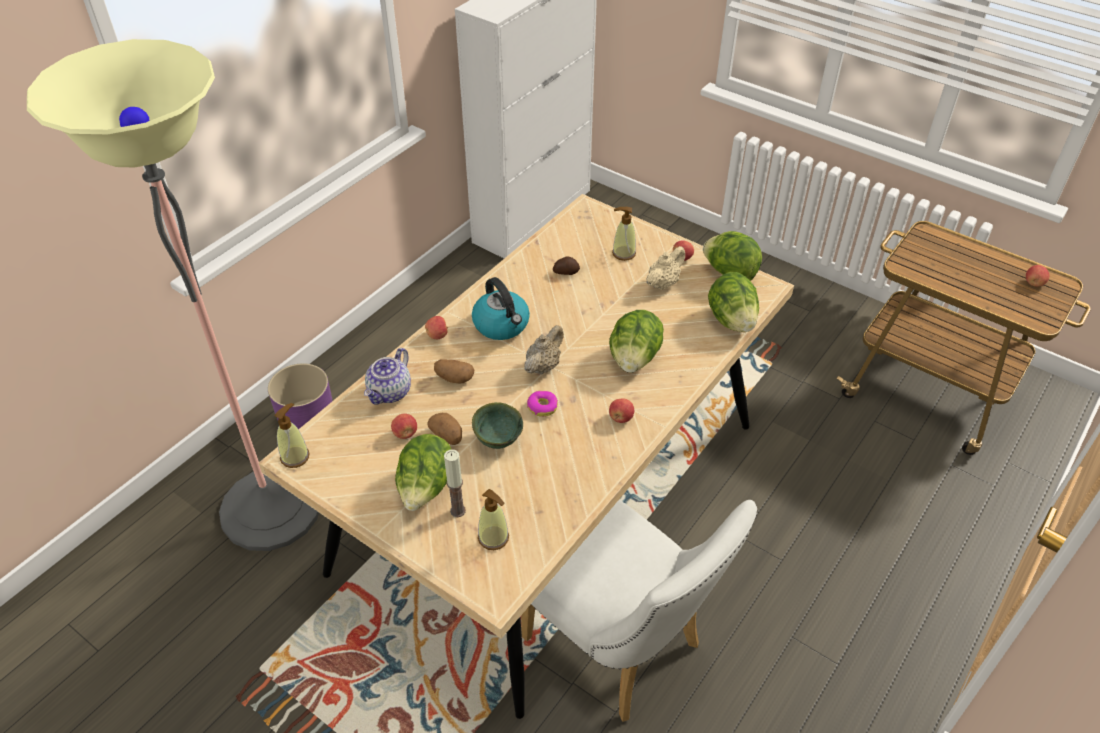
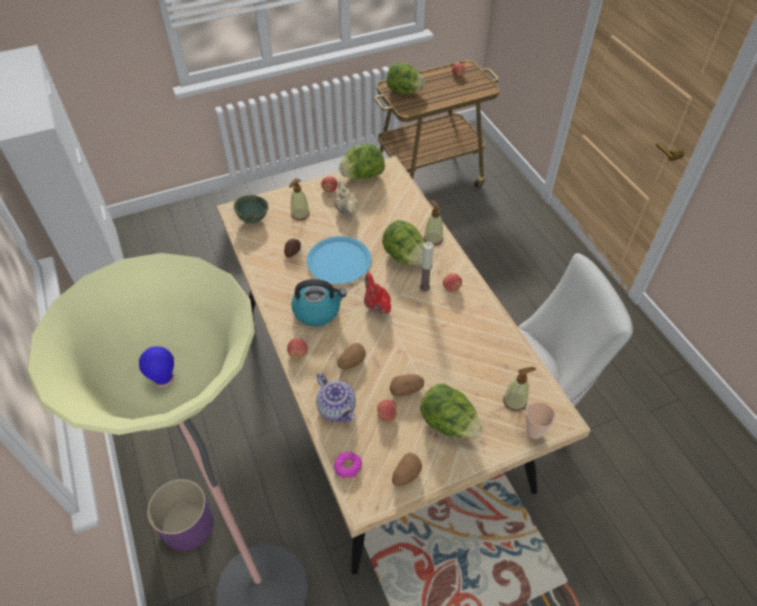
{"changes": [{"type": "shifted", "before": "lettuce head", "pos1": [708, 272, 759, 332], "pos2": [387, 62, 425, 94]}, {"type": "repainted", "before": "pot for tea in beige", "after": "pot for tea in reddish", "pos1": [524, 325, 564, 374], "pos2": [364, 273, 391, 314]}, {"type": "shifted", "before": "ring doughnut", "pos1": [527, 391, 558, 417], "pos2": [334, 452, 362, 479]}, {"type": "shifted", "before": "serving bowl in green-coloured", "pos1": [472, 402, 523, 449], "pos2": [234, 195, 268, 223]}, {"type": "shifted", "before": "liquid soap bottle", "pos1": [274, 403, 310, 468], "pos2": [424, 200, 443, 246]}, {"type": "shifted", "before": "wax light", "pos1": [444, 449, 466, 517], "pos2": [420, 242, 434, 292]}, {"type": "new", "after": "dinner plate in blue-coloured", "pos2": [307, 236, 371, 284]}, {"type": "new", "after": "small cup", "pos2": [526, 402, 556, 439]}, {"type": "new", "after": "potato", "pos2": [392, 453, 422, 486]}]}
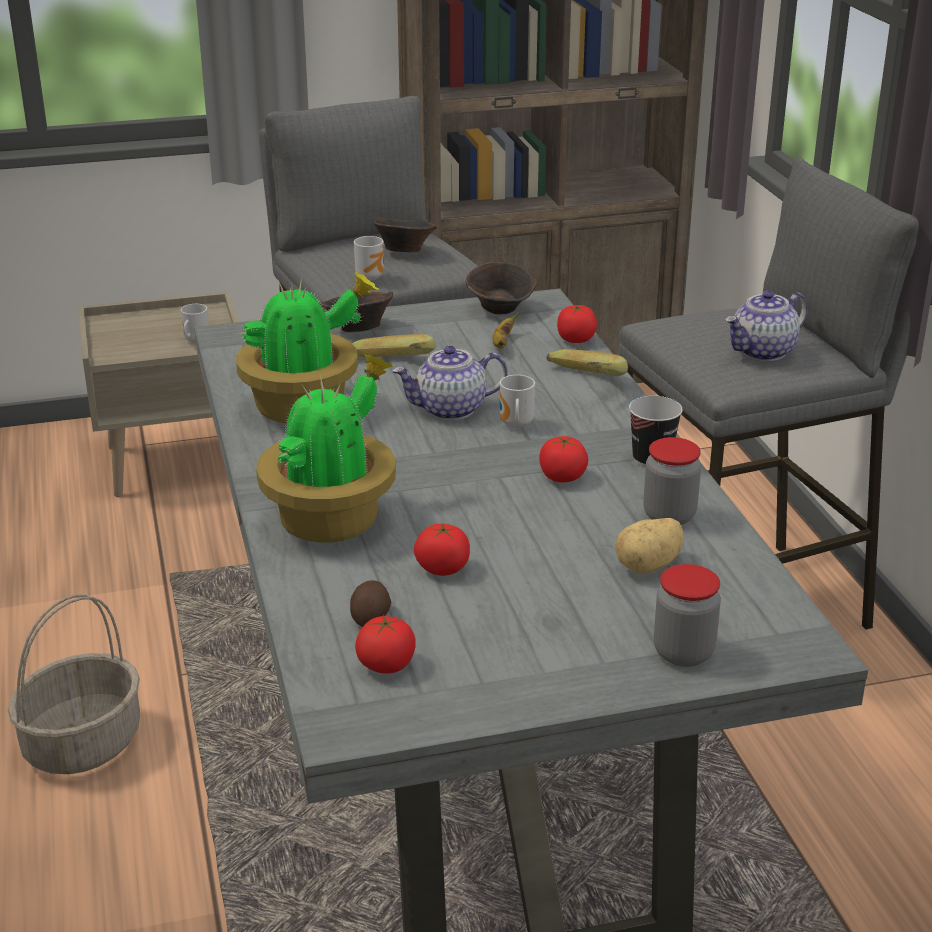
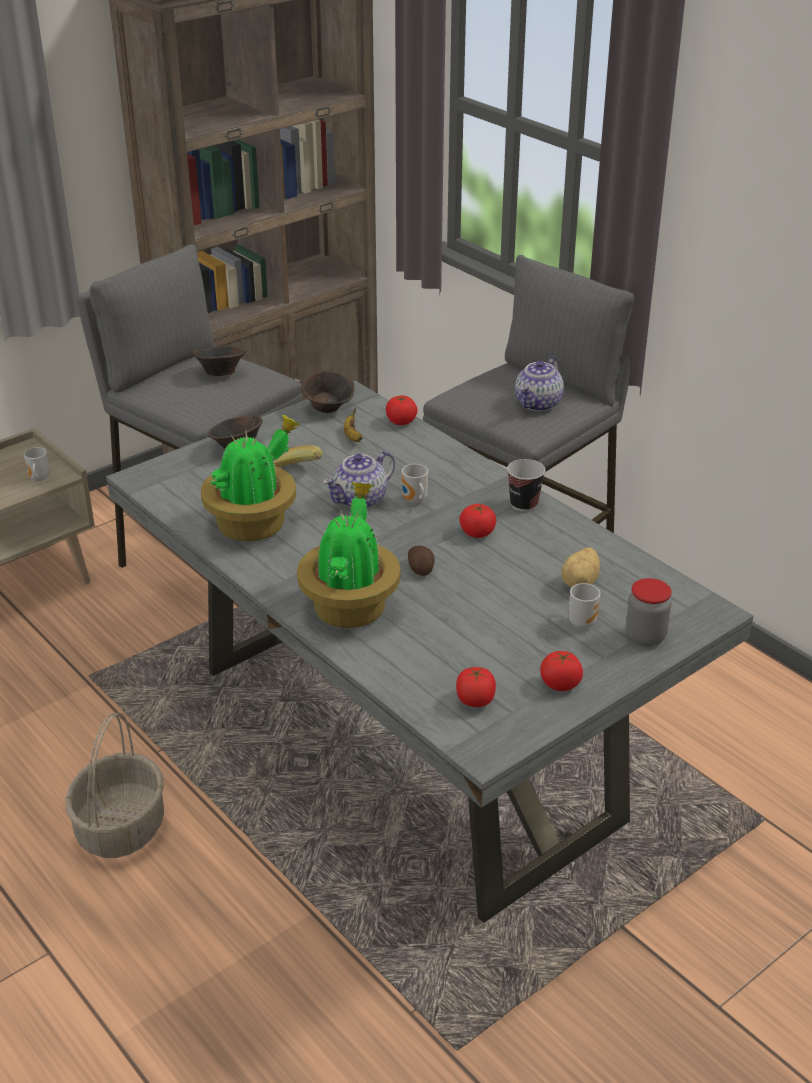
{"changes": [{"type": "shifted", "before": "tea mug", "pos1": [354, 236, 384, 281], "pos2": [569, 583, 600, 629]}, {"type": "gone", "before": "banana", "pos1": [546, 349, 628, 376]}, {"type": "gone", "before": "storage jar", "pos1": [643, 437, 701, 525]}, {"type": "shifted", "before": "whole tomato", "pos1": [414, 523, 470, 576], "pos2": [540, 651, 583, 691]}, {"type": "shifted", "before": "potato", "pos1": [350, 580, 391, 627], "pos2": [408, 546, 435, 576]}]}
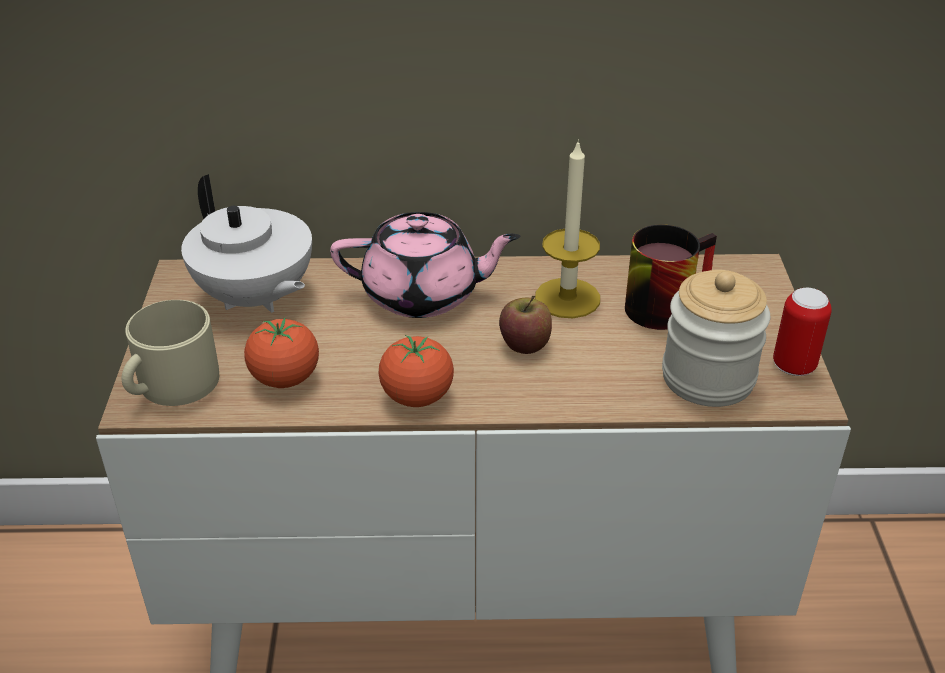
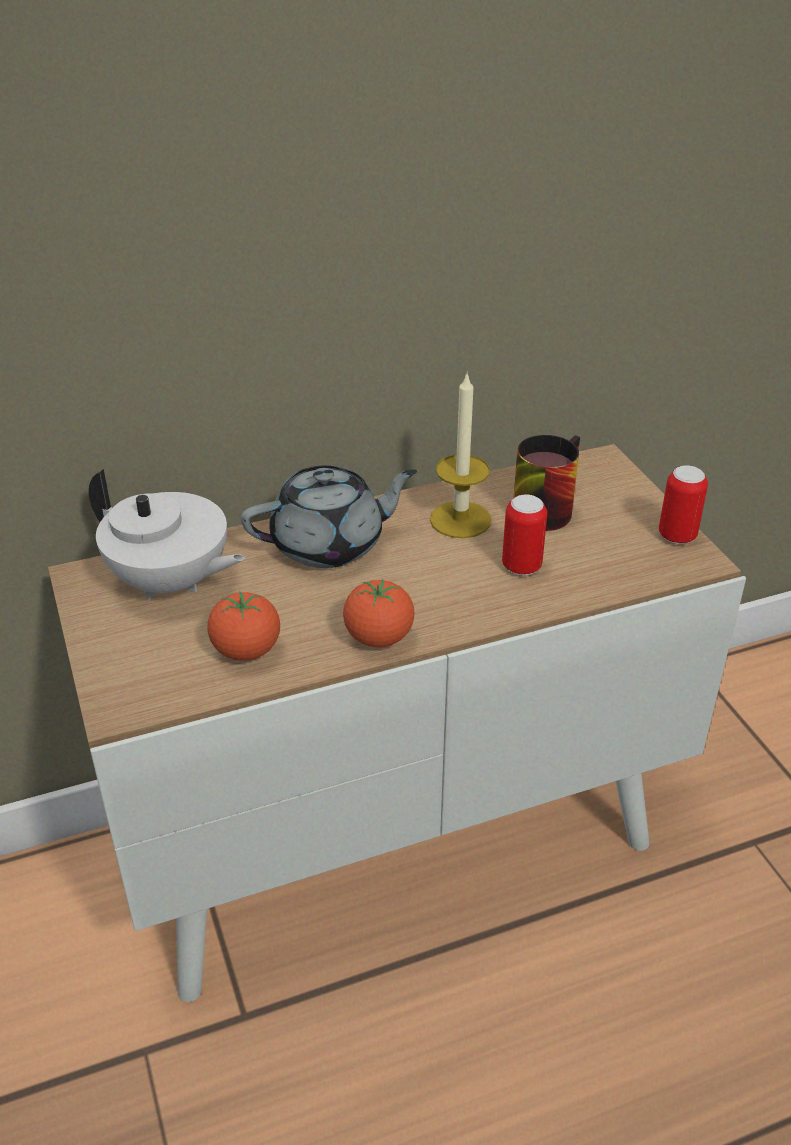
{"changes": [{"type": "repainted", "before": "pot for tea in pink", "after": "pot for tea in gray", "pos1": [330, 212, 520, 318], "pos2": [241, 465, 417, 568]}, {"type": "gone", "before": "storage jar", "pos1": [662, 270, 770, 407]}, {"type": "gone", "before": "apple", "pos1": [499, 296, 552, 354]}, {"type": "gone", "before": "tea mug in beige", "pos1": [122, 300, 219, 406]}, {"type": "new", "after": "sealed can", "pos2": [502, 495, 547, 576]}]}
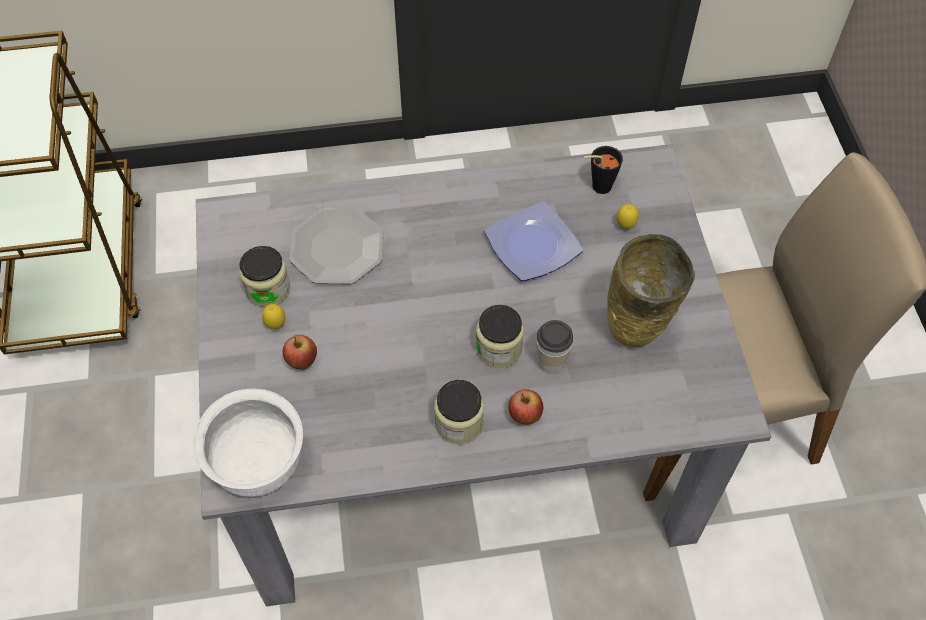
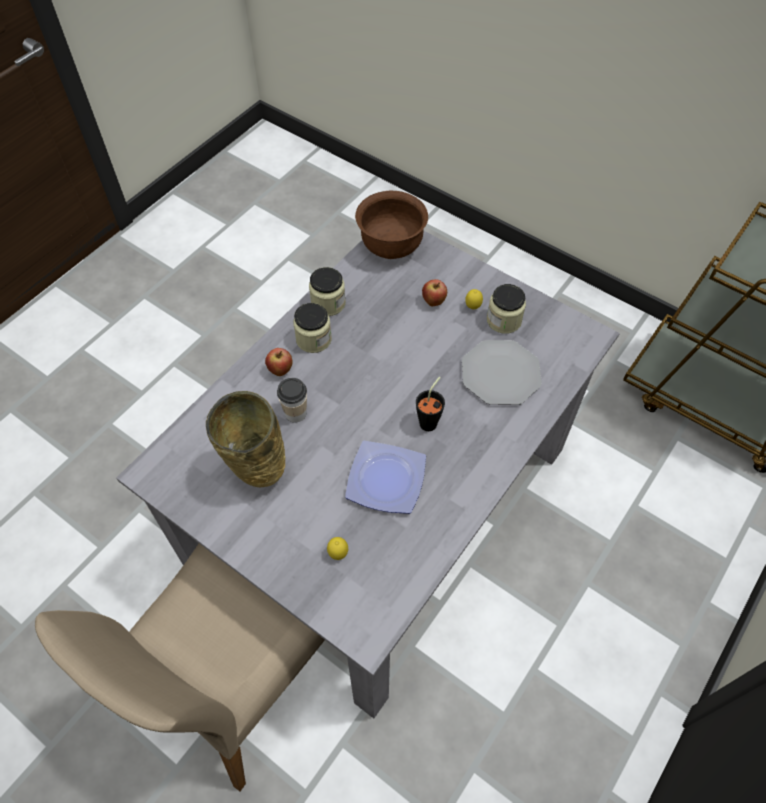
{"changes": [{"type": "shifted", "before": "small cup in black", "pos1": [584, 146, 623, 194], "pos2": [416, 377, 445, 431]}, {"type": "shifted", "before": "storage jar", "pos1": [476, 305, 524, 368], "pos2": [309, 267, 346, 316]}, {"type": "repainted", "before": "serving bowl in white", "after": "serving bowl in brown", "pos1": [194, 388, 303, 497], "pos2": [355, 191, 428, 259]}]}
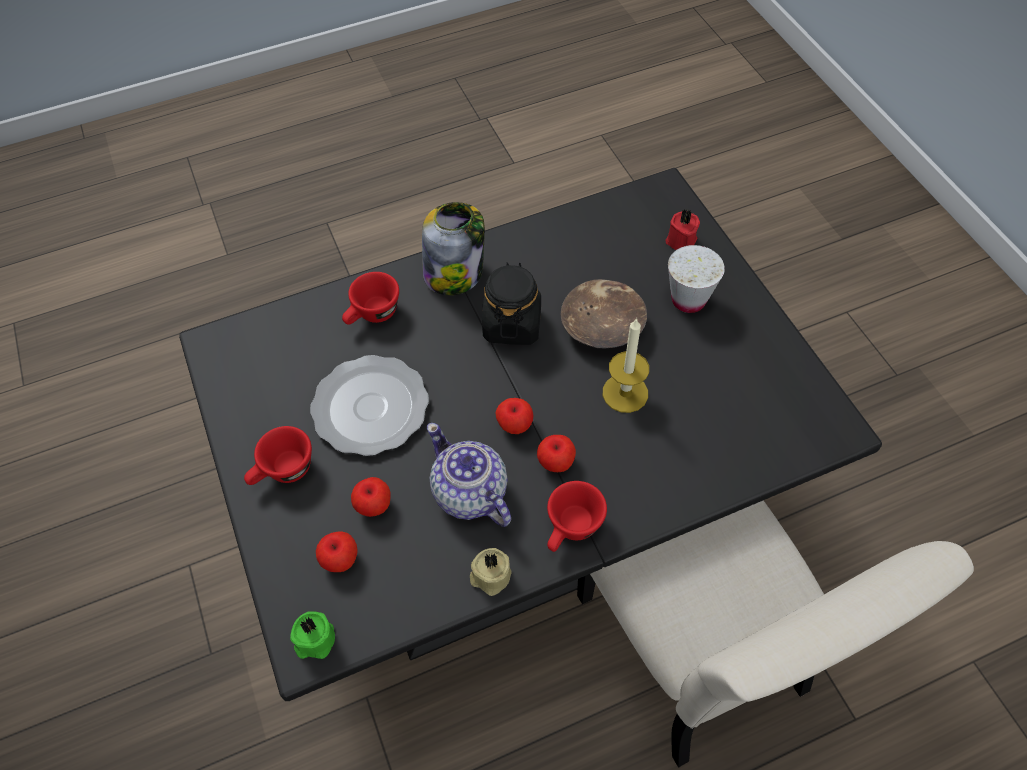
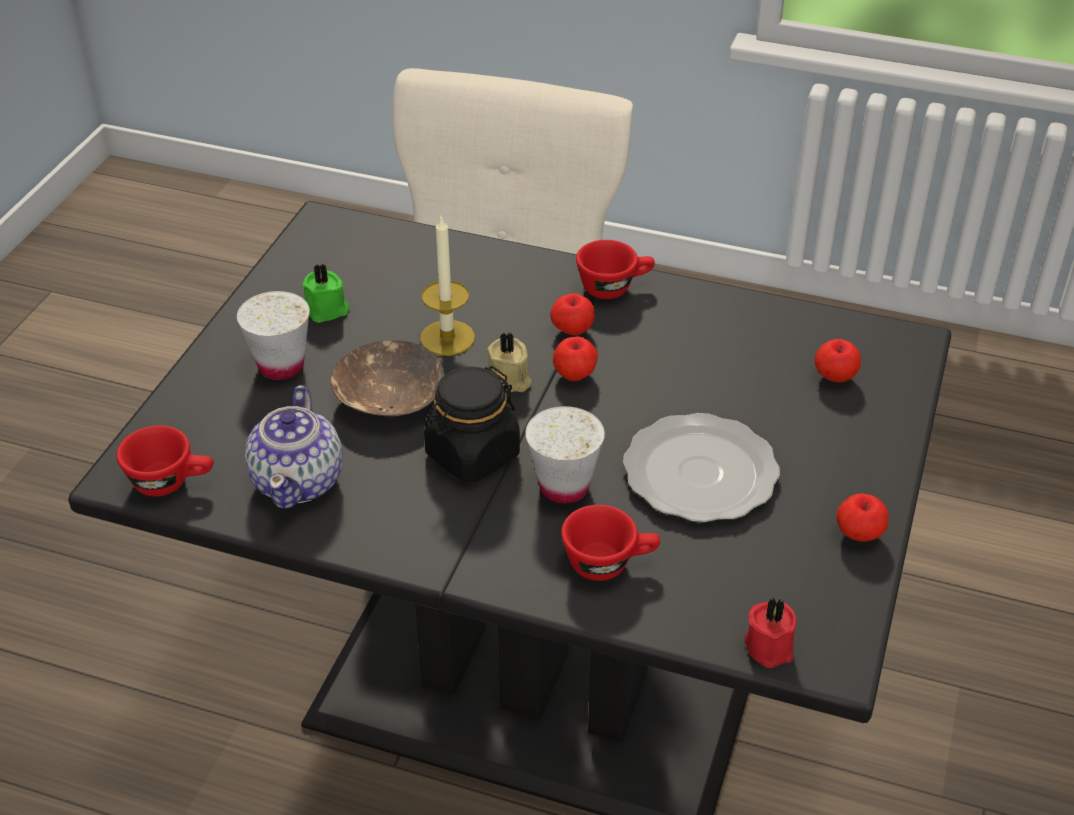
{"changes": [{"type": "gone", "before": "storage jar", "pos1": [422, 202, 485, 295]}, {"type": "shifted", "before": "wax light in reddish", "pos1": [666, 209, 700, 250], "pos2": [745, 598, 796, 668]}, {"type": "shifted", "before": "pot for tea", "pos1": [427, 423, 511, 527], "pos2": [245, 385, 342, 509]}, {"type": "shifted", "before": "small cup in reddish", "pos1": [244, 426, 312, 485], "pos2": [116, 425, 213, 497]}, {"type": "shifted", "before": "apple", "pos1": [351, 477, 391, 517], "pos2": [836, 493, 889, 542]}, {"type": "shifted", "before": "wax light in beige", "pos1": [470, 548, 512, 596], "pos2": [488, 332, 532, 392]}, {"type": "shifted", "before": "wax light in green-coloured", "pos1": [290, 611, 335, 659], "pos2": [302, 264, 349, 323]}, {"type": "new", "after": "small cup in white", "pos2": [525, 406, 605, 503]}]}
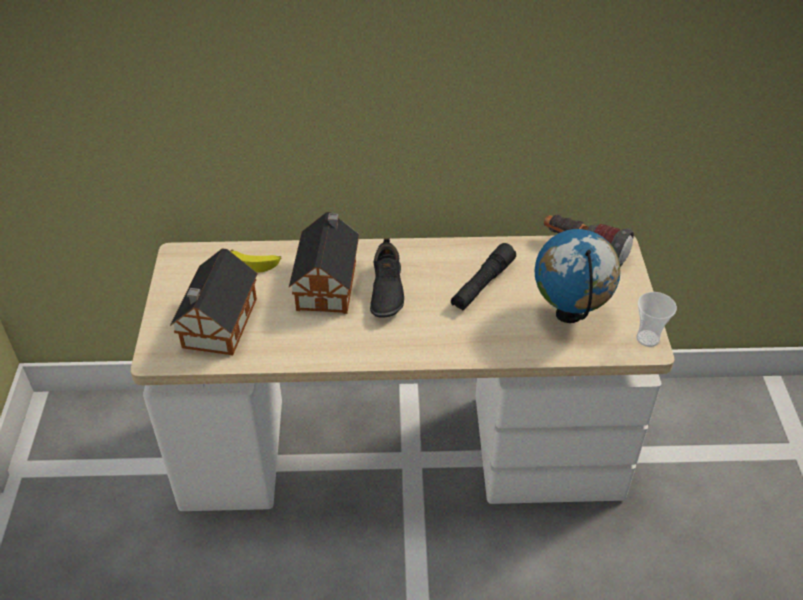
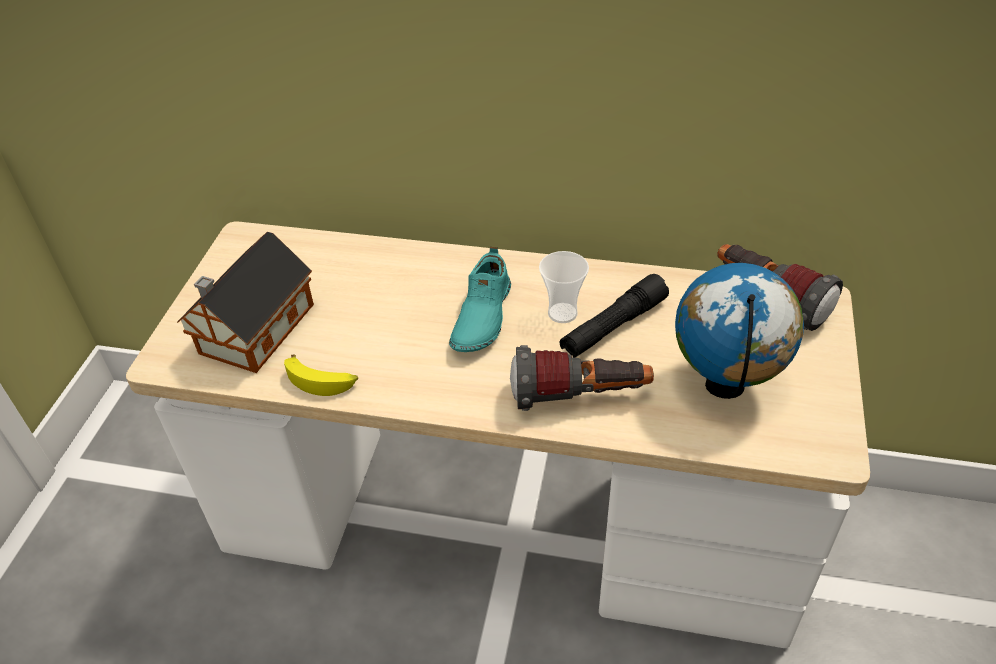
{"changes": [{"type": "gone", "before": "toy house", "pos1": [289, 212, 359, 314]}, {"type": "repainted", "before": "item of footwear in black", "after": "item of footwear in turquoise", "pos1": [370, 238, 404, 318], "pos2": [449, 247, 511, 352]}, {"type": "shifted", "before": "banana", "pos1": [230, 249, 281, 273], "pos2": [284, 354, 358, 396]}, {"type": "shifted", "before": "small cup", "pos1": [636, 292, 677, 347], "pos2": [539, 251, 589, 323]}, {"type": "new", "after": "flashlight", "pos2": [510, 345, 654, 411]}]}
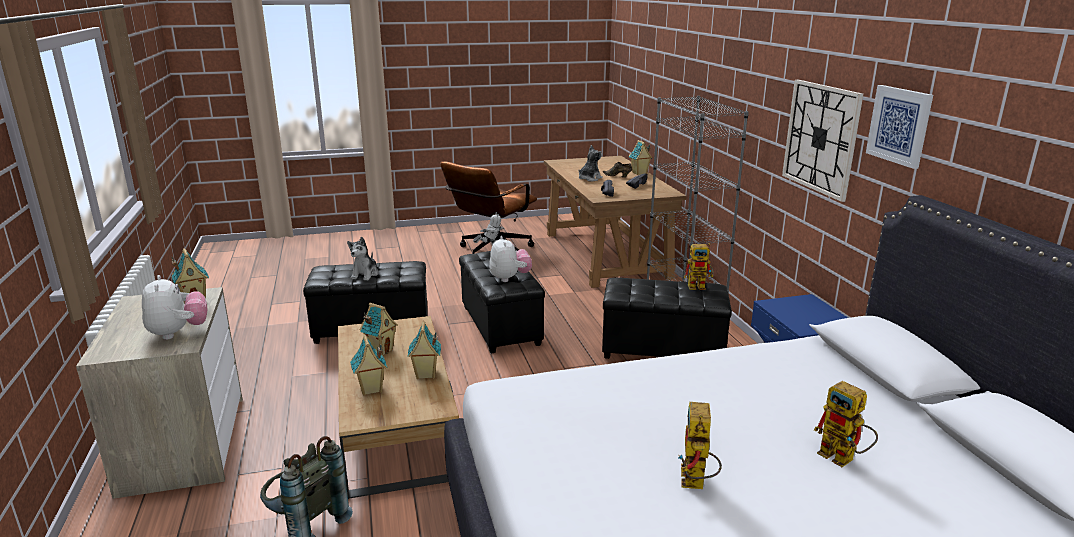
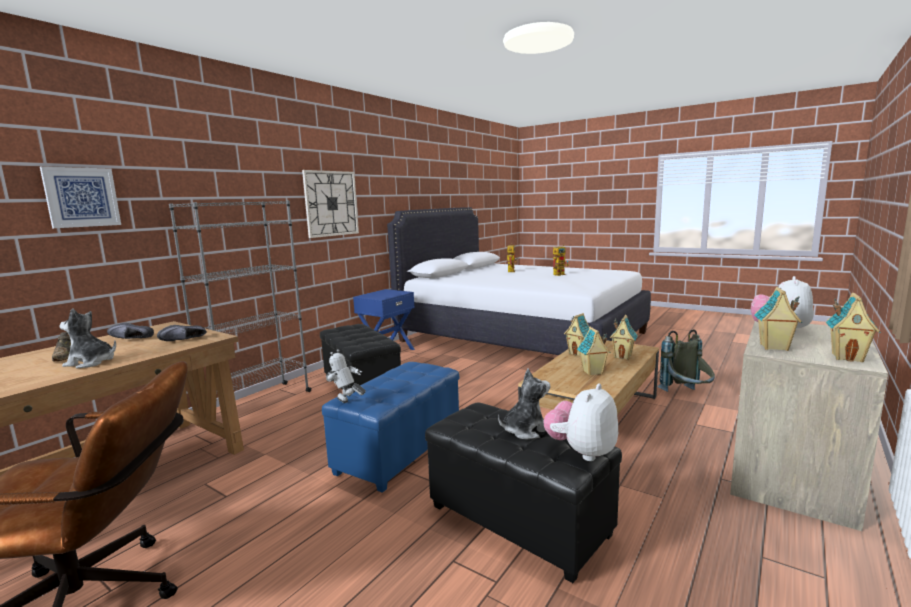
{"changes": [{"type": "shifted", "before": "picture", "pos1": [866, 85, 933, 169], "pos2": [40, 166, 121, 228]}, {"type": "shifted", "before": "toy house", "pos1": [629, 140, 652, 175], "pos2": [826, 293, 881, 362]}, {"type": "shifted", "before": "plush toy", "pos1": [489, 236, 532, 282], "pos2": [543, 384, 618, 461]}, {"type": "gone", "before": "toy robot", "pos1": [684, 243, 714, 290]}, {"type": "repainted", "before": "ottoman in black", "after": "ottoman in blue-coloured", "pos1": [459, 251, 545, 353], "pos2": [322, 362, 459, 493]}]}
